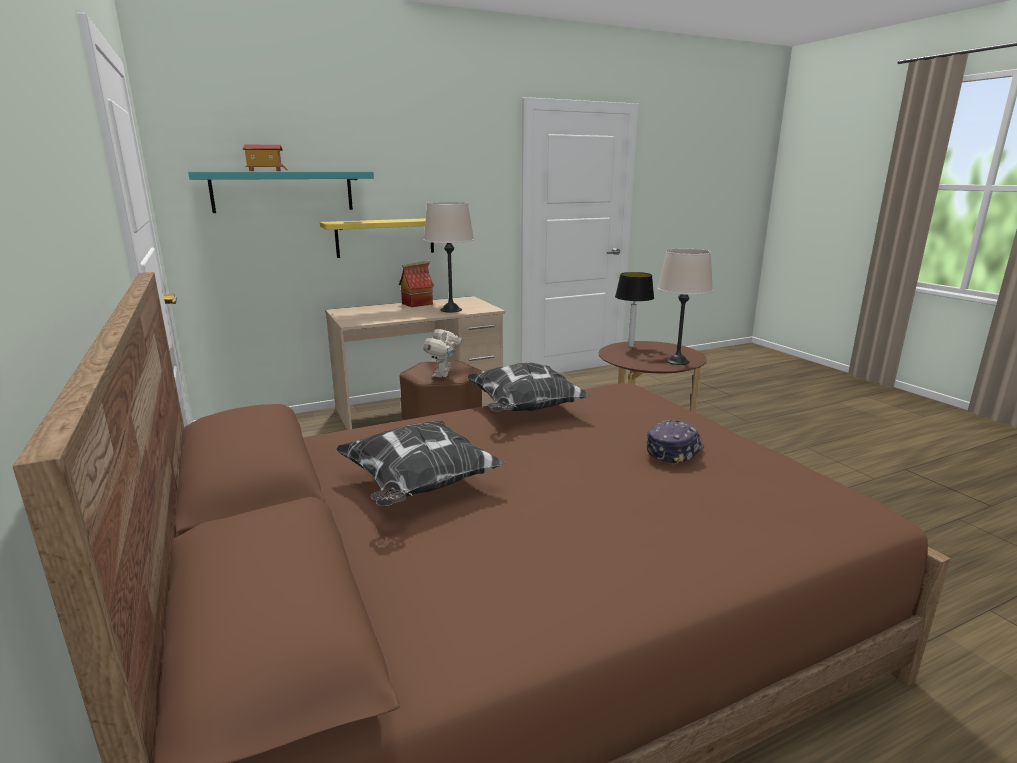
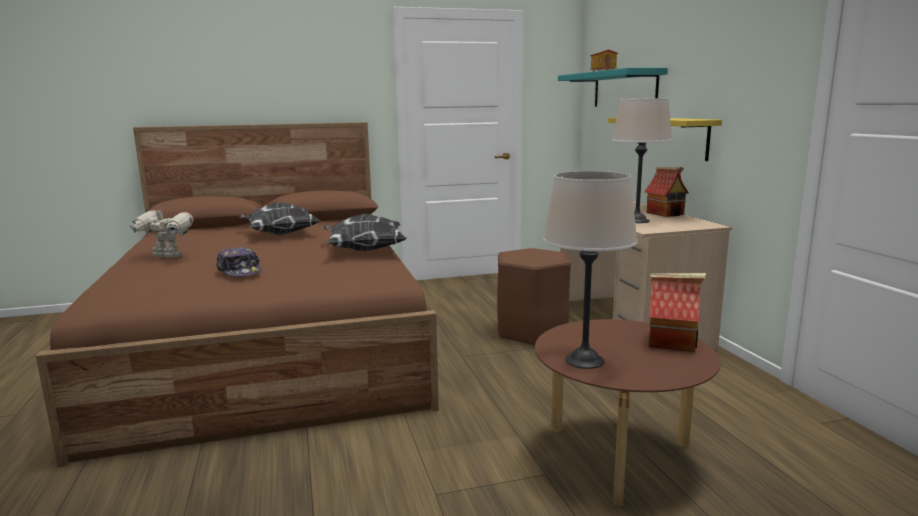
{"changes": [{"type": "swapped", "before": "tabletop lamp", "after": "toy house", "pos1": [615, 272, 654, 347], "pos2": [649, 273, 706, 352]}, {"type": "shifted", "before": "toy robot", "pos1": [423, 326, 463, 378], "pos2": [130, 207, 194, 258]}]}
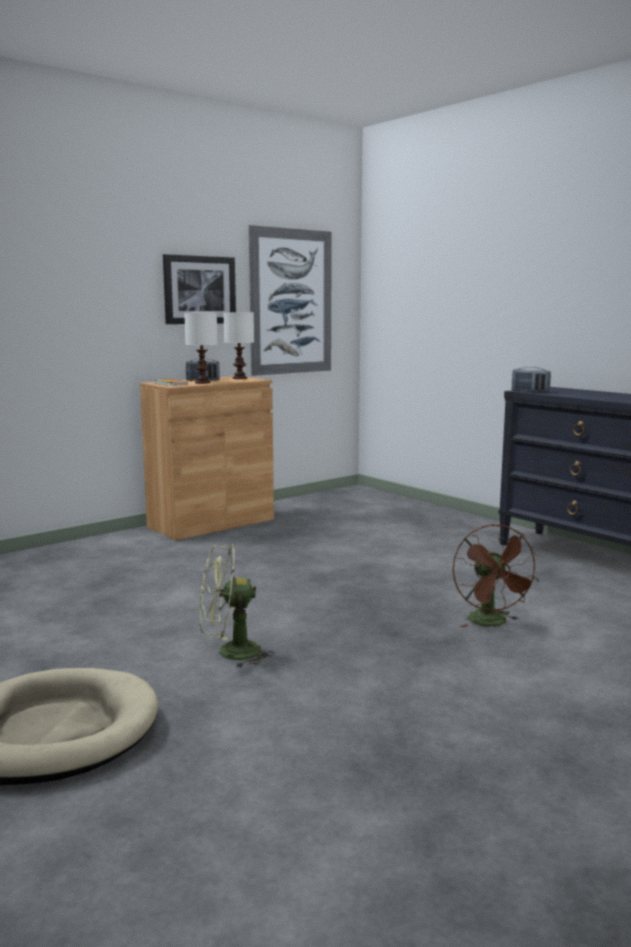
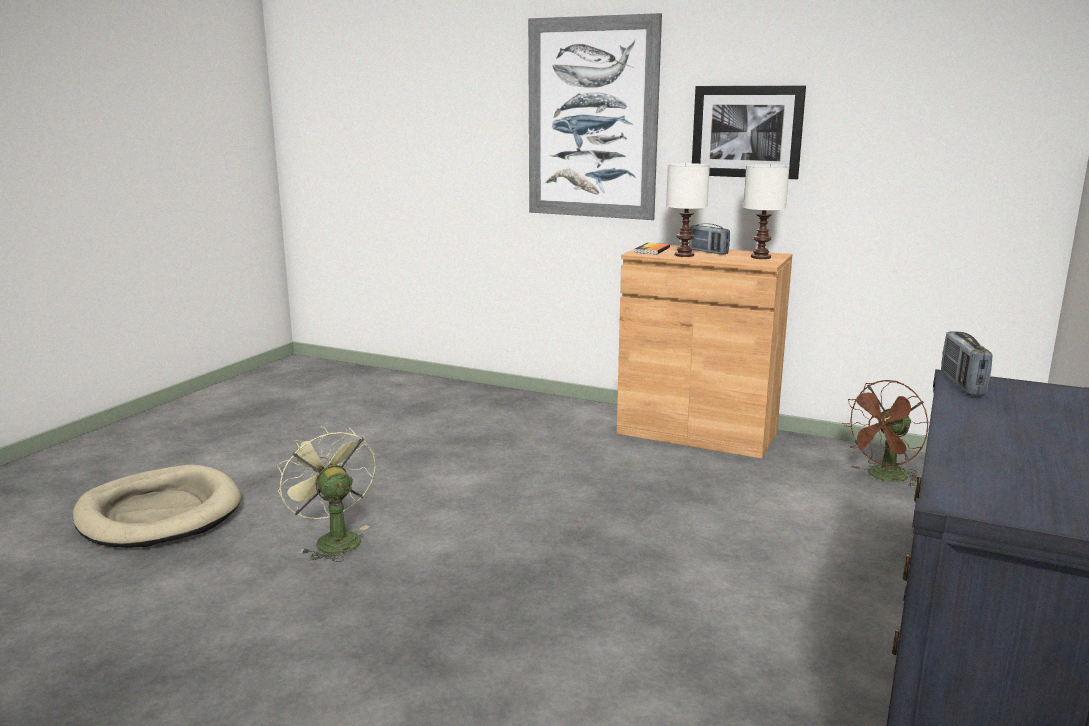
{"changes": [{"type": "shifted", "before": "picture", "pos1": [249, 225, 332, 376], "pos2": [528, 13, 662, 220]}, {"type": "shifted", "before": "cooling fan in brown", "pos1": [453, 524, 539, 628], "pos2": [843, 380, 929, 487]}]}
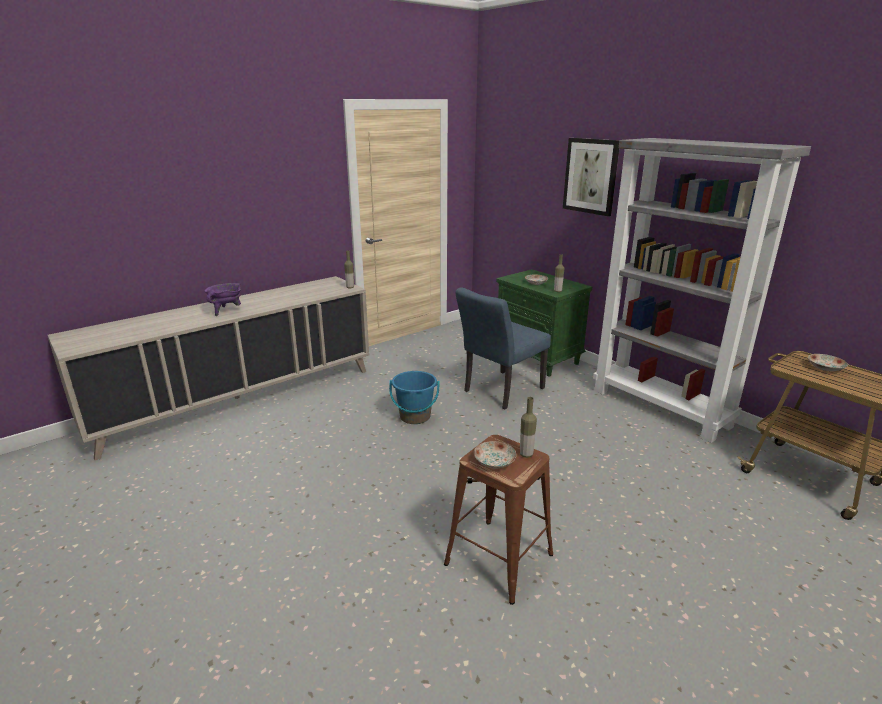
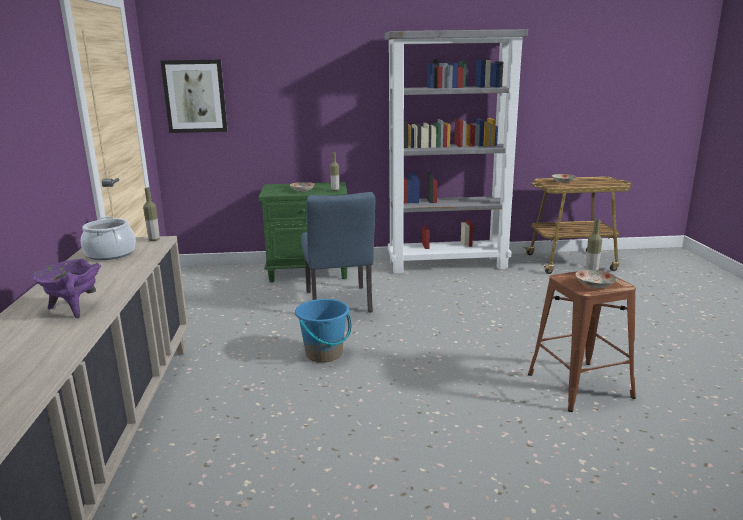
{"changes": [{"type": "shifted", "before": "picture", "pos1": [563, 138, 619, 216], "pos2": [161, 60, 228, 133]}, {"type": "new", "after": "cooking pot", "pos2": [81, 216, 136, 260]}]}
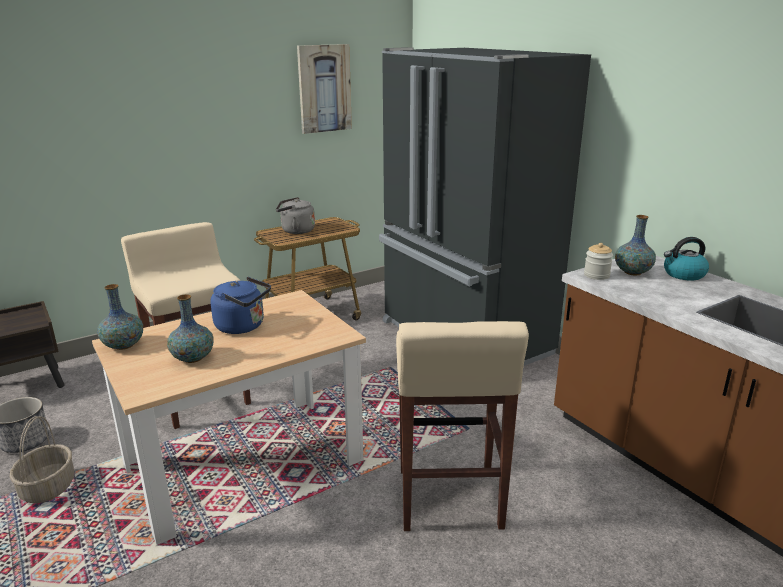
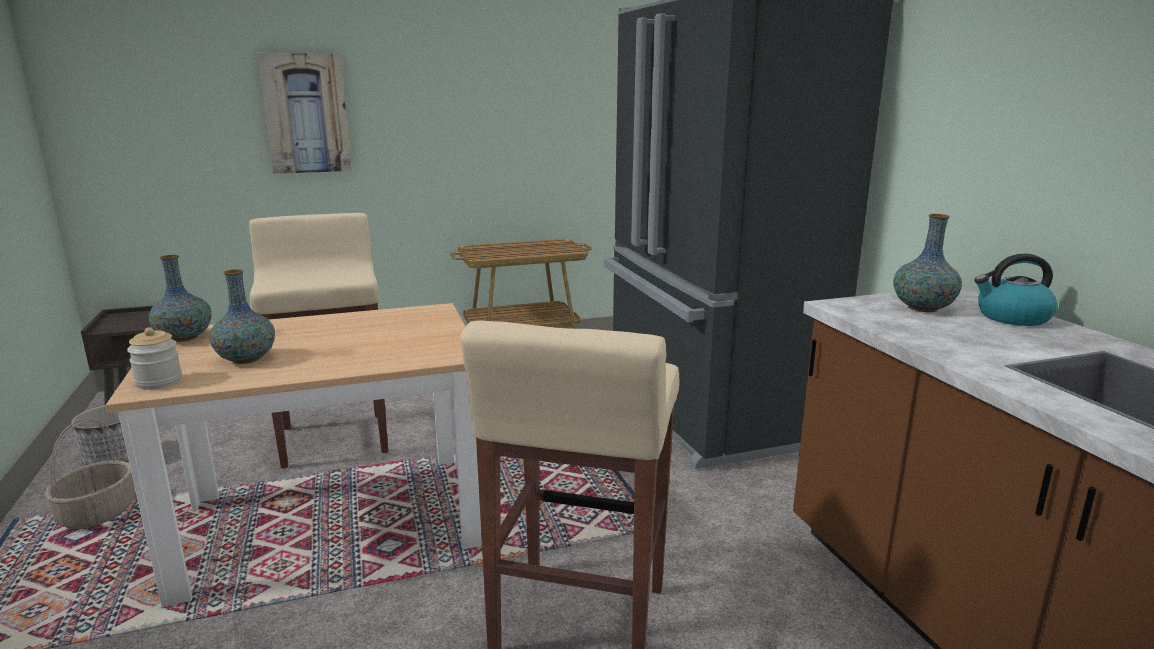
{"changes": [{"type": "shifted", "before": "picture", "pos1": [297, 44, 352, 134], "pos2": [258, 53, 352, 174]}, {"type": "gone", "before": "tea kettle in gray", "pos1": [276, 197, 315, 234]}, {"type": "shifted", "before": "storage jar", "pos1": [584, 243, 613, 280], "pos2": [127, 327, 182, 390]}, {"type": "gone", "before": "tea kettle in blue-coloured", "pos1": [210, 277, 271, 334]}]}
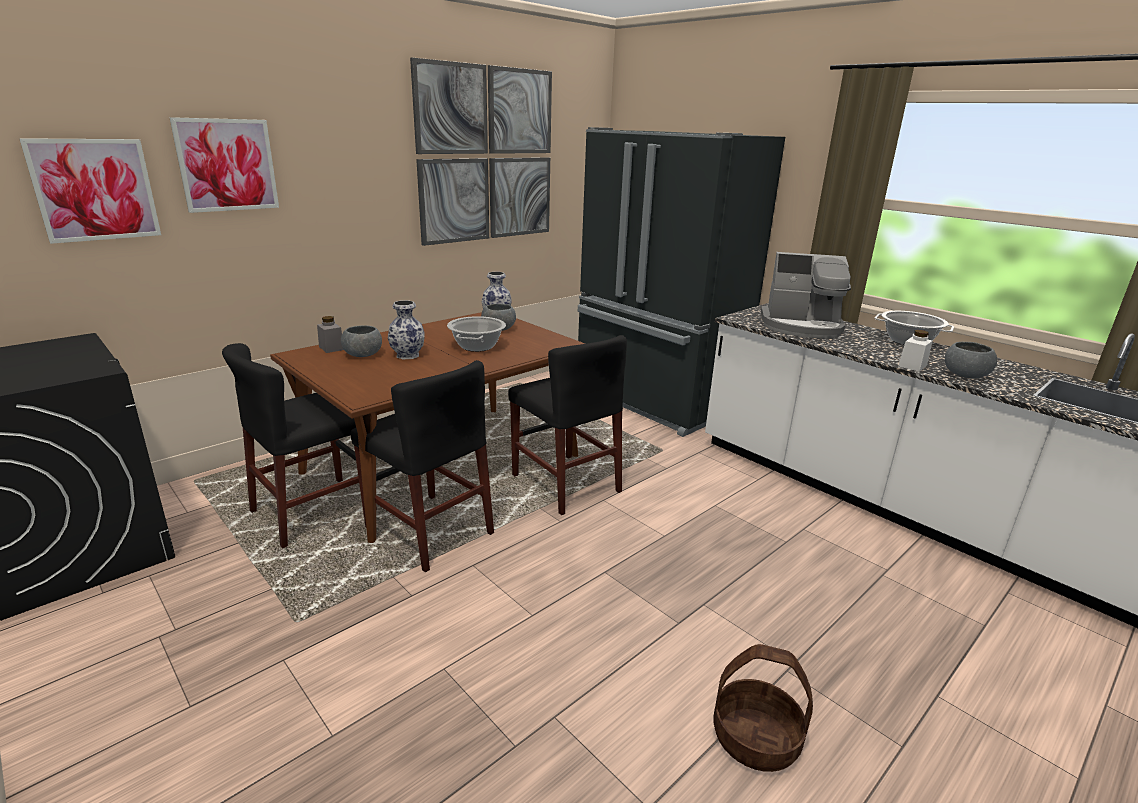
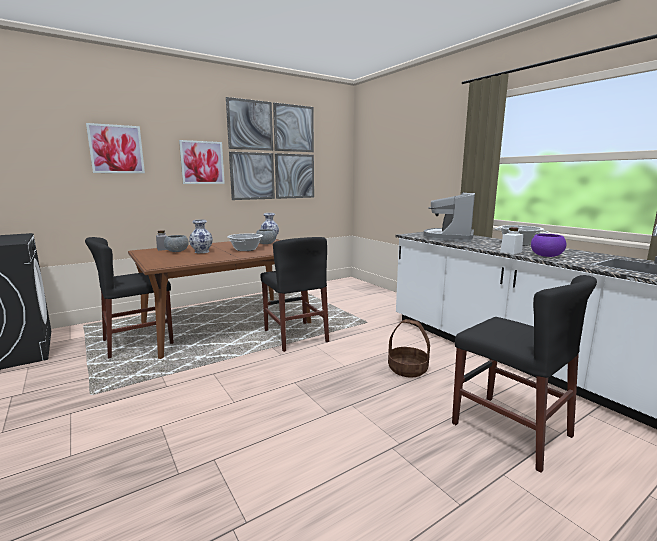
{"changes": [{"type": "gone", "before": "fridge in black", "pos1": [578, 127, 785, 437]}, {"type": "shifted", "before": "picture", "pos1": [19, 138, 161, 244], "pos2": [179, 140, 225, 184]}, {"type": "rotated", "before": "coffee brewer", "pos1": [761, 252, 851, 339], "pos2": [423, 192, 475, 242], "turn": 90}, {"type": "repainted", "before": "serving bowl in gray", "after": "serving bowl in purplish", "pos1": [945, 342, 997, 378], "pos2": [531, 234, 566, 257]}, {"type": "shifted", "before": "upright chair in black", "pos1": [351, 360, 494, 572], "pos2": [452, 275, 597, 473]}, {"type": "shifted", "before": "household basket", "pos1": [714, 644, 813, 772], "pos2": [388, 319, 430, 377]}]}
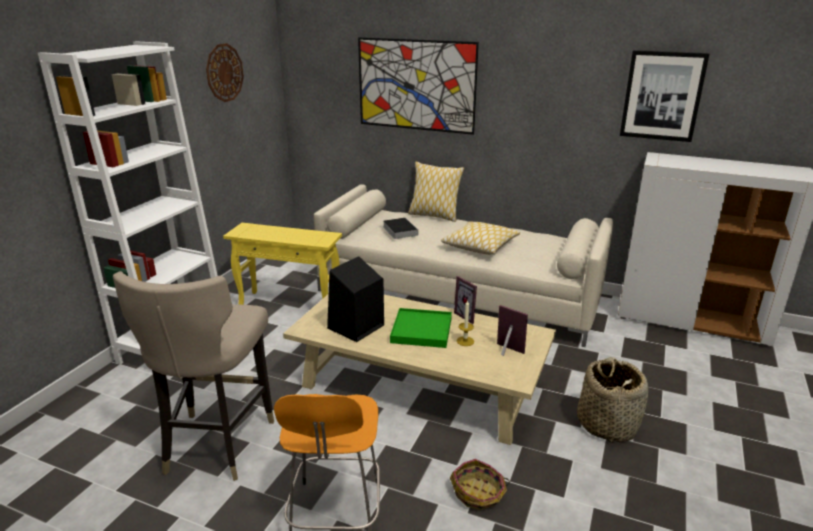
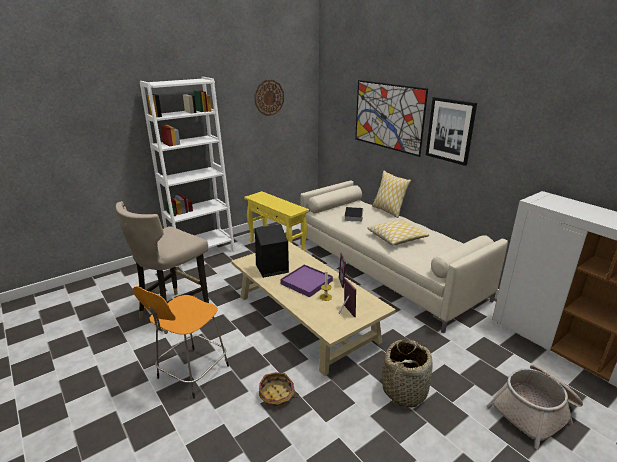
{"changes": [{"type": "shifted", "before": "picture", "pos1": [620, 50, 709, 142], "pos2": [426, 97, 477, 166]}, {"type": "repainted", "before": "carrying tray in green-coloured", "after": "carrying tray in purplish", "pos1": [390, 308, 452, 348], "pos2": [280, 264, 333, 297]}, {"type": "new", "after": "household basket", "pos2": [486, 365, 583, 450]}]}
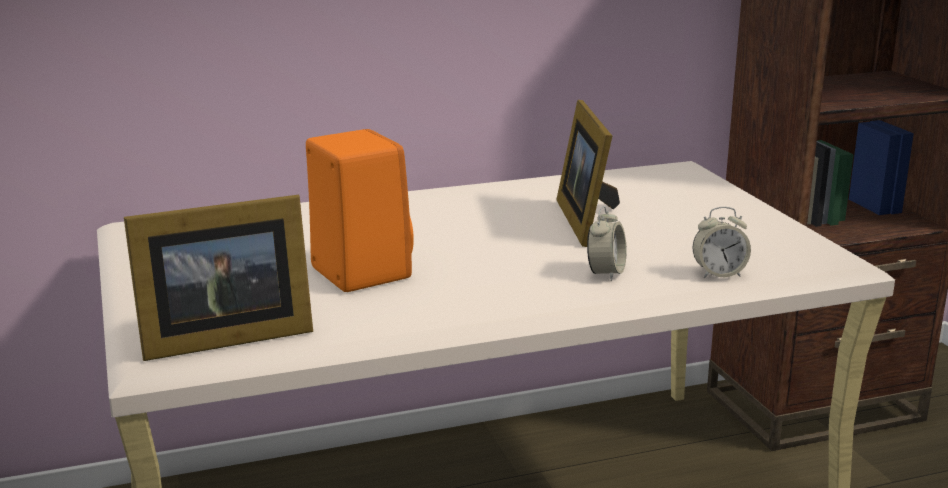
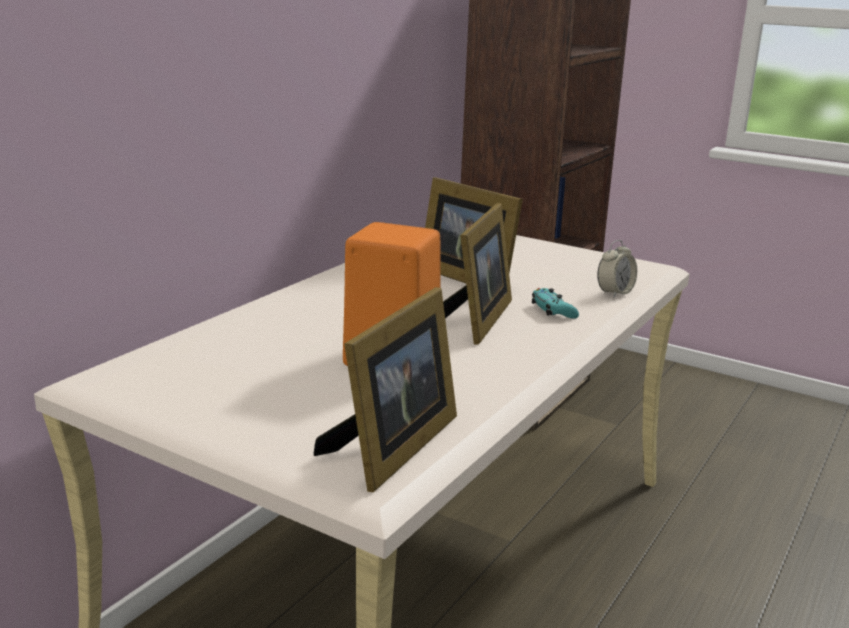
{"changes": [{"type": "swapped", "before": "table clock", "after": "game controller in turquoise", "pos1": [587, 206, 627, 281], "pos2": [532, 288, 579, 319]}, {"type": "new", "after": "picture frame", "pos2": [443, 203, 512, 344]}]}
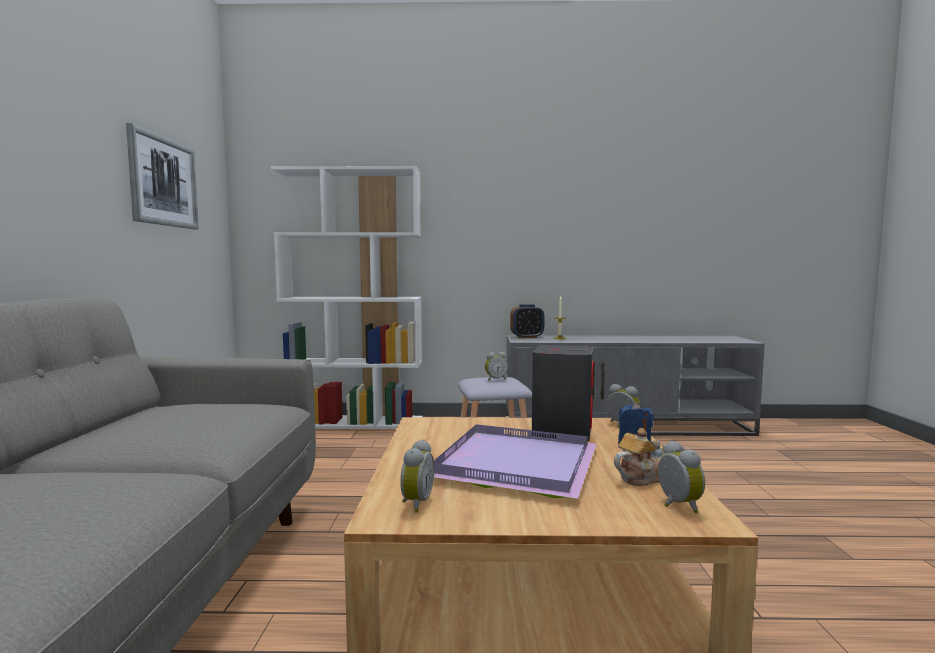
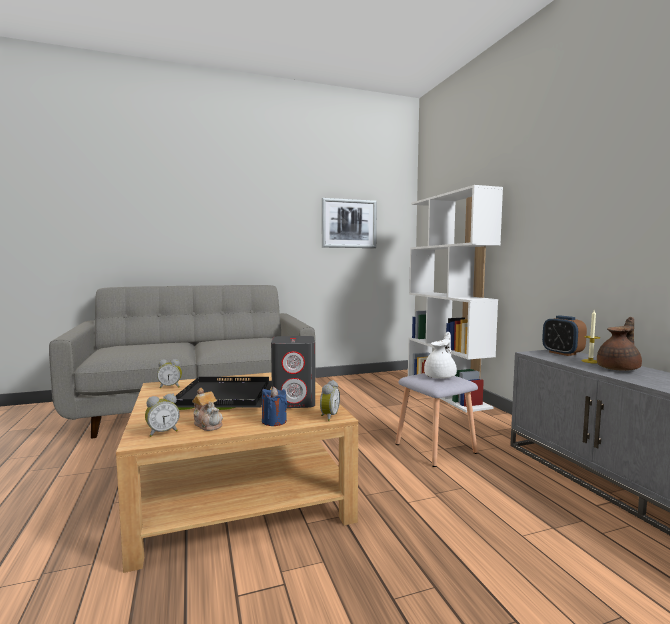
{"changes": [{"type": "swapped", "before": "table clock", "after": "pot for tea in white", "pos1": [485, 352, 508, 381], "pos2": [424, 332, 457, 378]}, {"type": "repainted", "before": "carrying tray in purplish", "after": "carrying tray in black", "pos1": [434, 424, 596, 499], "pos2": [175, 377, 272, 410]}, {"type": "new", "after": "pot for tea in brown", "pos2": [597, 317, 642, 371]}]}
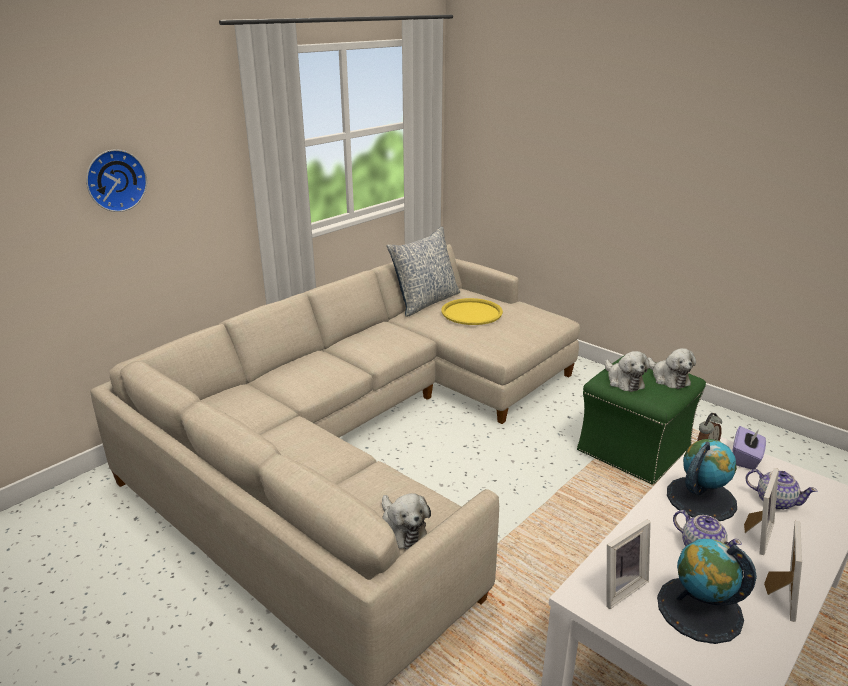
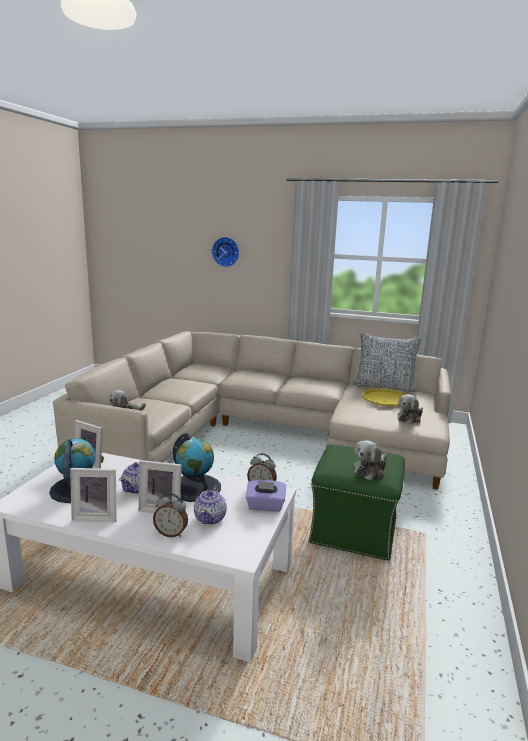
{"changes": [{"type": "shifted", "before": "plush toy", "pos1": [605, 351, 650, 392], "pos2": [397, 394, 423, 424]}, {"type": "new", "after": "table clock", "pos2": [153, 493, 188, 537]}]}
